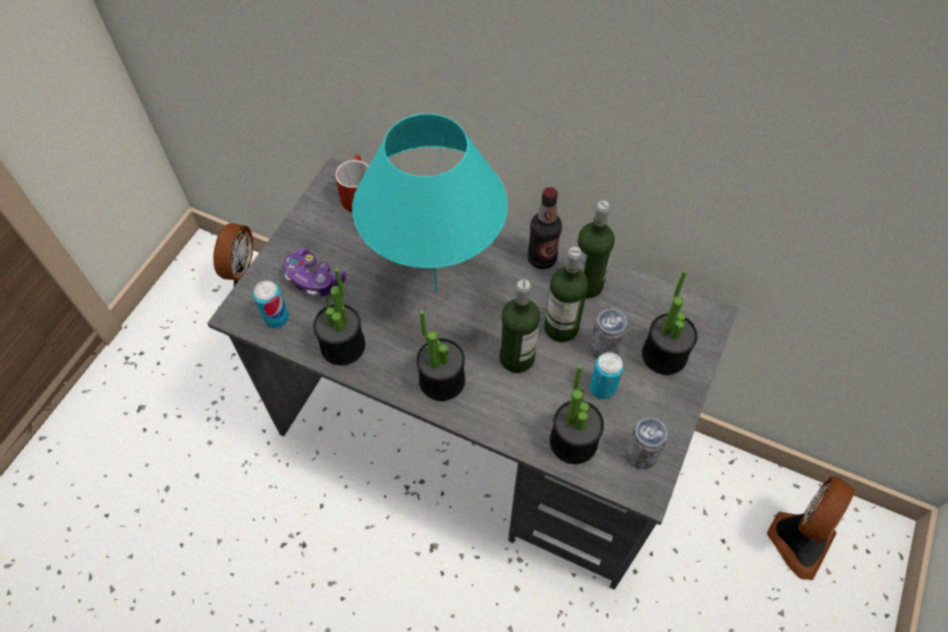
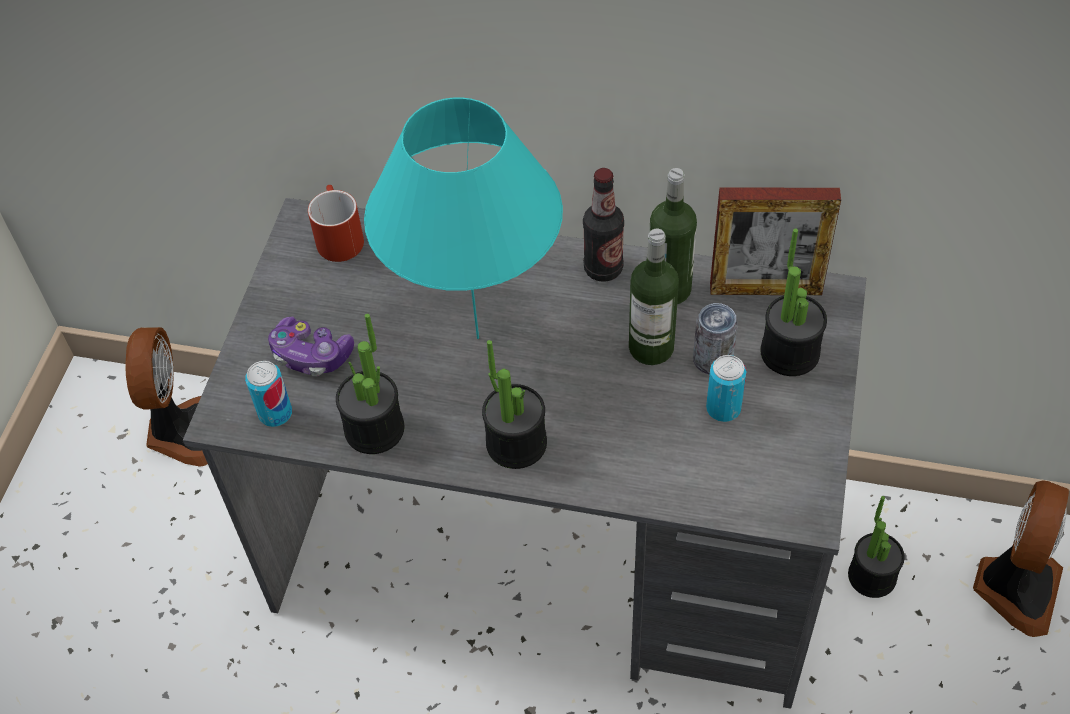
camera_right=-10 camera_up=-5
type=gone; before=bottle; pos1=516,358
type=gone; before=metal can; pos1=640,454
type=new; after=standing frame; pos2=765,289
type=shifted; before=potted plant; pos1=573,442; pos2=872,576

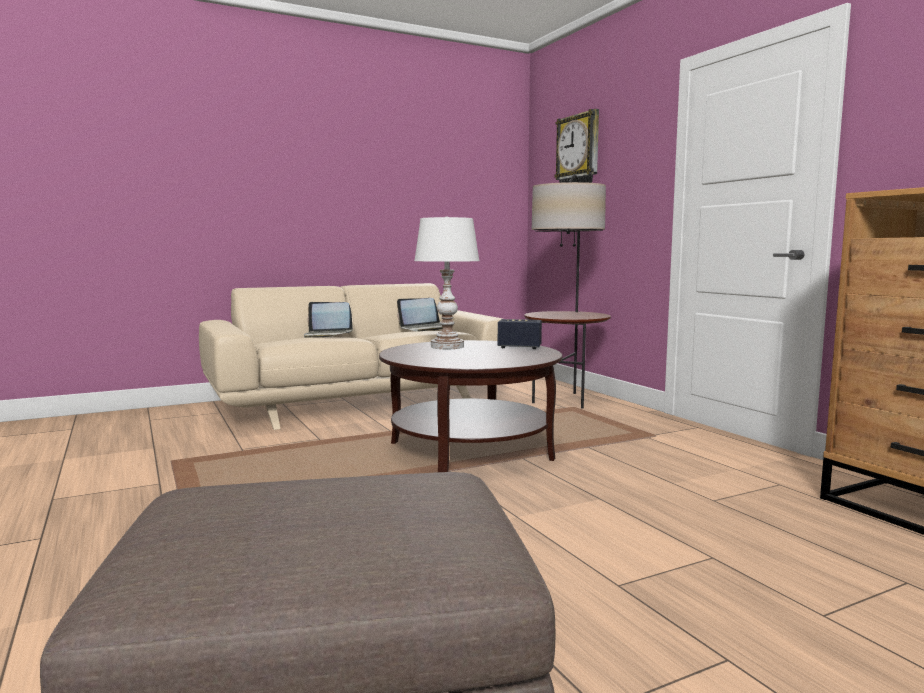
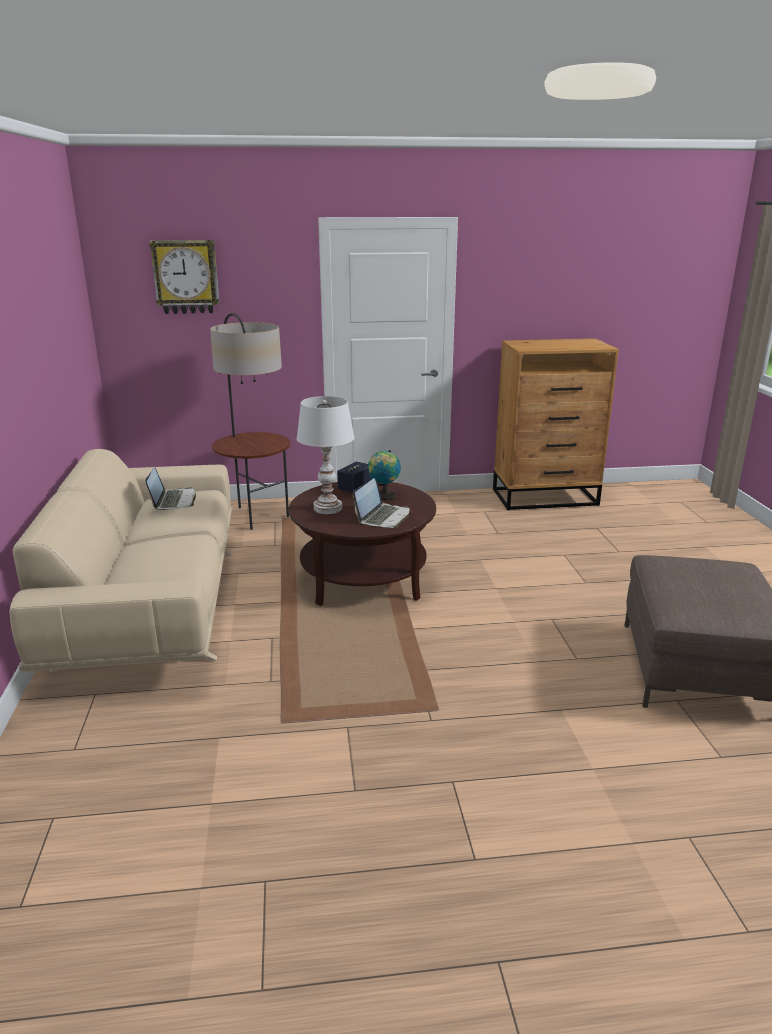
camera_right=-70 camera_up=15
type=new; after=desk globe; pos2=383,496
type=shifted; before=notebook computer; pos1=327,335; pos2=383,517

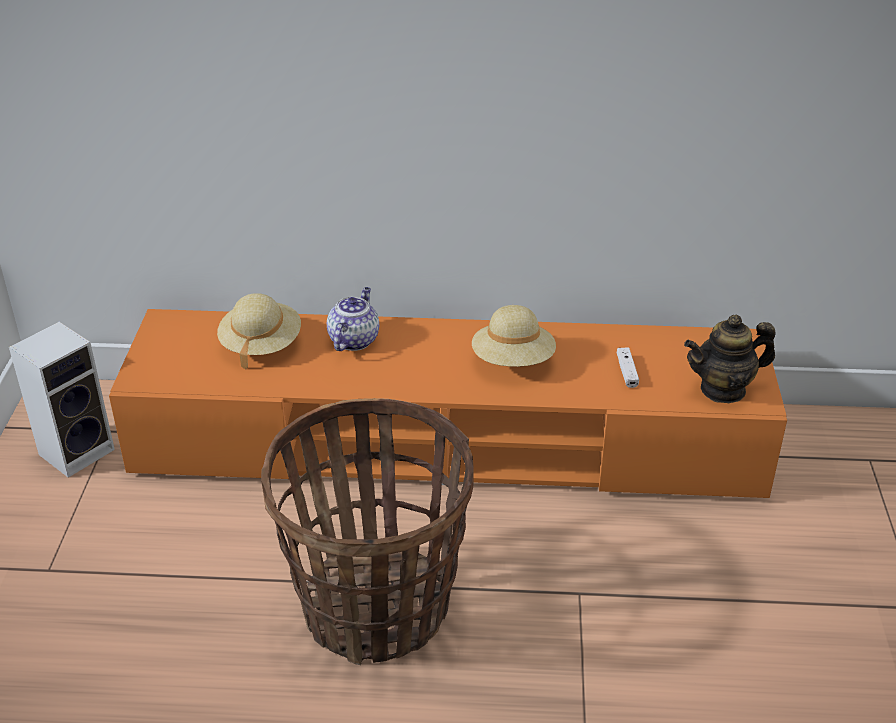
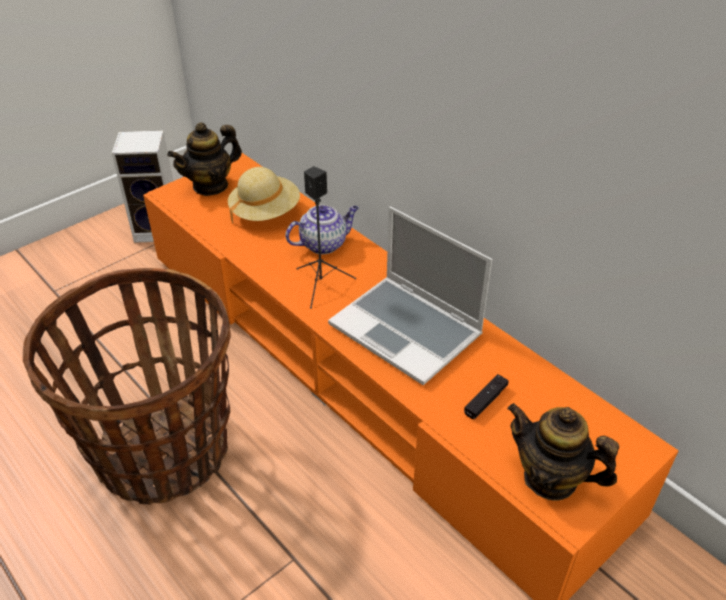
camera_right=45 camera_up=5
type=new; after=pot for tea; pos2=210,185
type=new; after=black-coloured audio speaker; pos2=321,284
type=swapped; before=sand-coloured hat; after=notebook computer; pos1=513,361; pos2=408,330
type=repainted; before=white gamepad; after=black-coloured gamepad; pos1=627,372; pos2=485,401

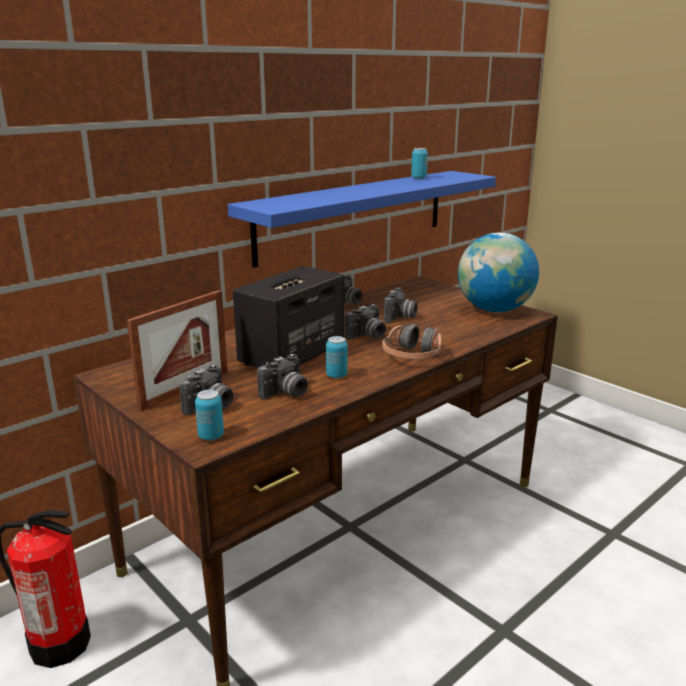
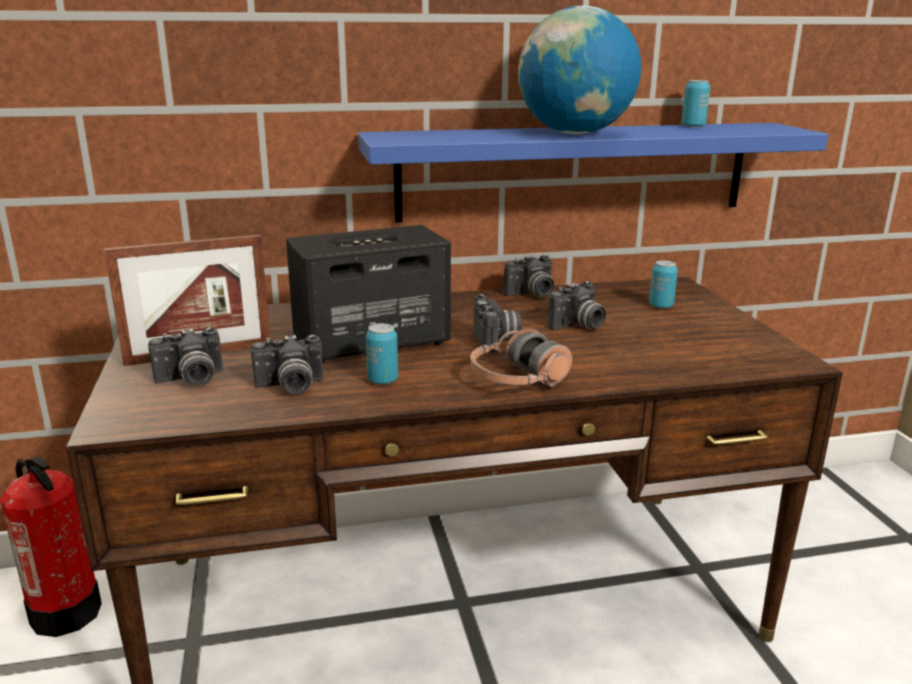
camera_right=30 camera_up=0
type=shifted; before=metal can; pos1=211,436; pos2=661,306
type=shifted; before=desk globe; pos1=494,310; pos2=574,133
type=rotated; before=still camera; pos1=367,336; pos2=497,340; turn=-90

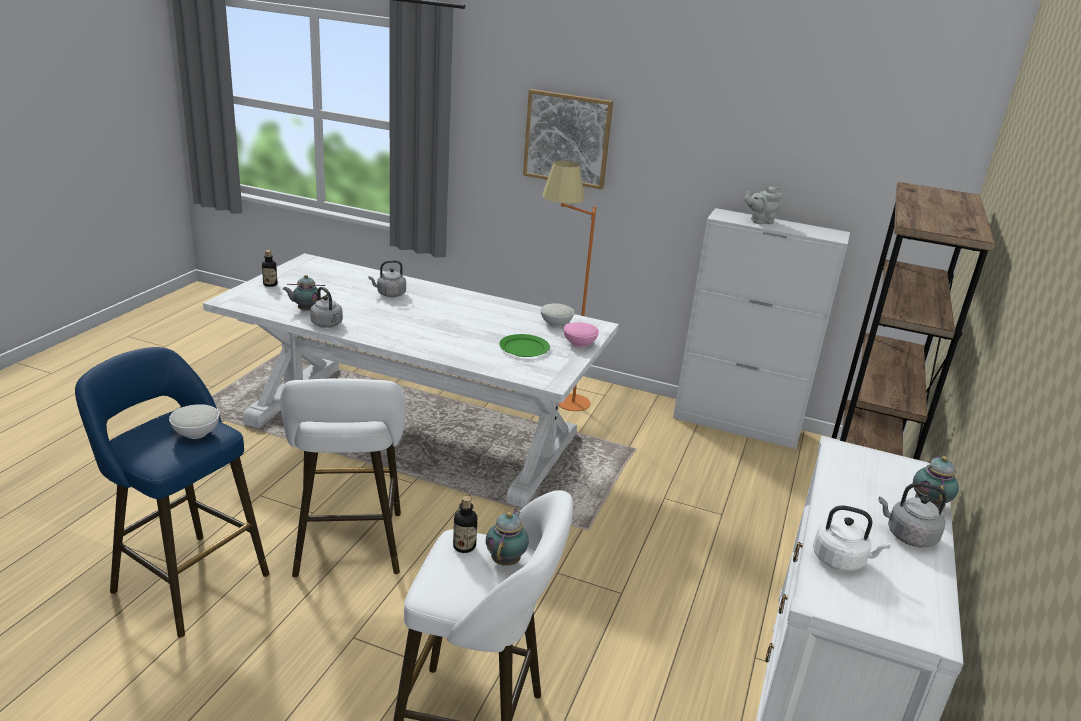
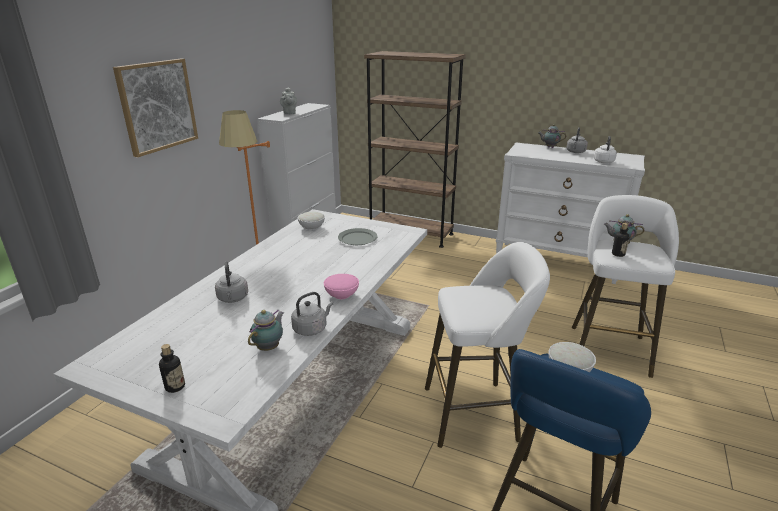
camera_right=-85 camera_up=0
type=shifted; before=pinkish bowl; pos1=580,343; pos2=342,295
type=repainted; before=green flat dish; after=greyish flat dish; pos1=524,348; pos2=357,238
type=rotated; before=pot for tea; pos1=306,310; pos2=269,347; turn=-150

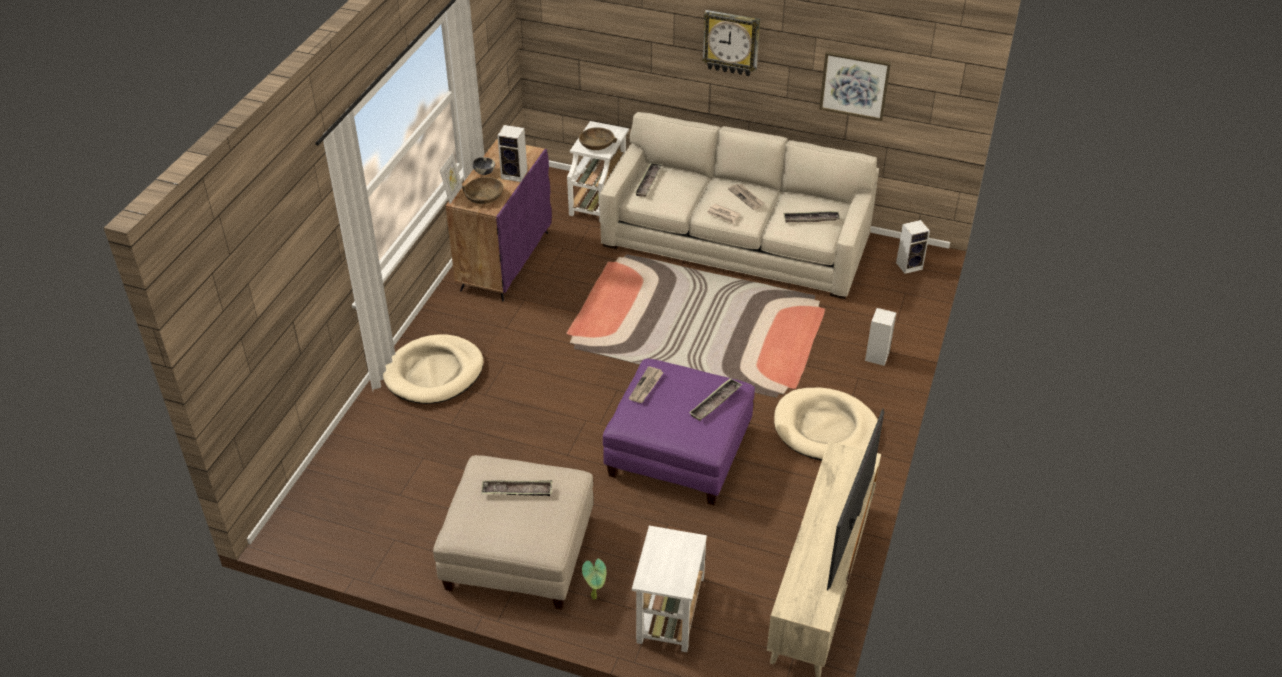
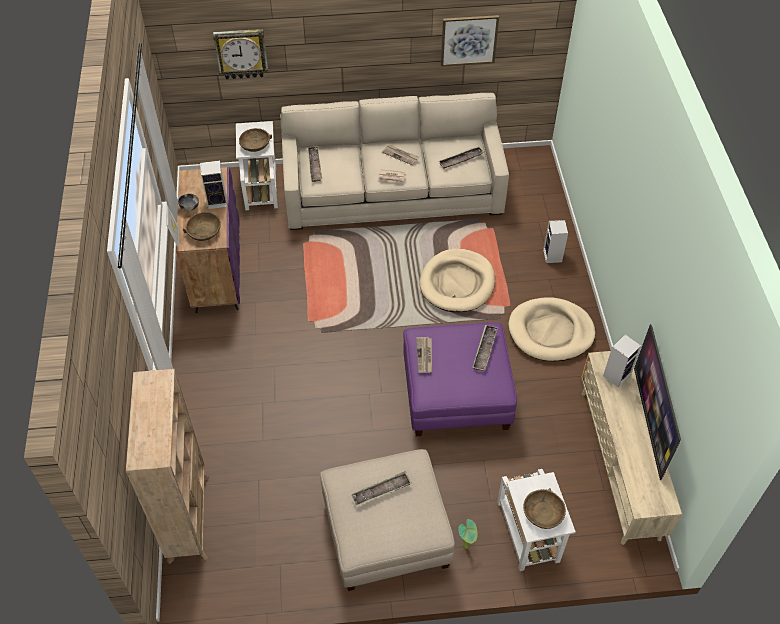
camera_right=-25 camera_up=10
type=new; after=sand-coloured shelving unit; pos2=189,517
type=new; after=brown bowl; pos2=543,512
type=shifted; before=sand-coloured pet bed; pos1=434,373; pos2=457,283
type=shifted; before=clock on the wall; pos1=731,42; pos2=241,53
type=shifted; before=audio speaker; pos1=909,265; pos2=617,374

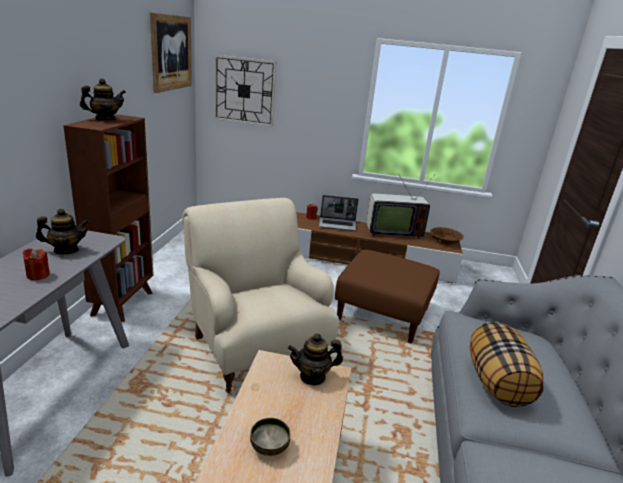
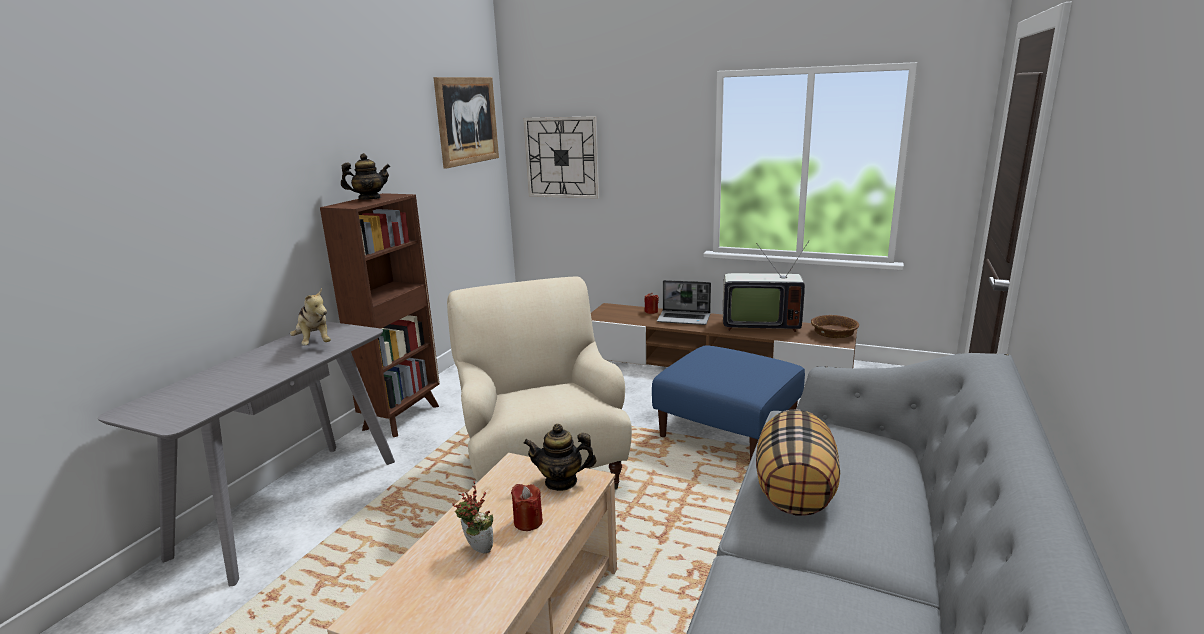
camera_right=15 camera_up=-5
type=shifted; before=red candle; pos1=38,275; pos2=528,522
type=swapped; before=pot for tea; after=cuddly toy; pos1=66,250; pos2=314,343
type=swapped; before=bowl; after=potted plant; pos1=270,447; pos2=476,550
type=repainted; before=brown pouffe; after=blue-coloured pouffe; pos1=384,314; pos2=728,431

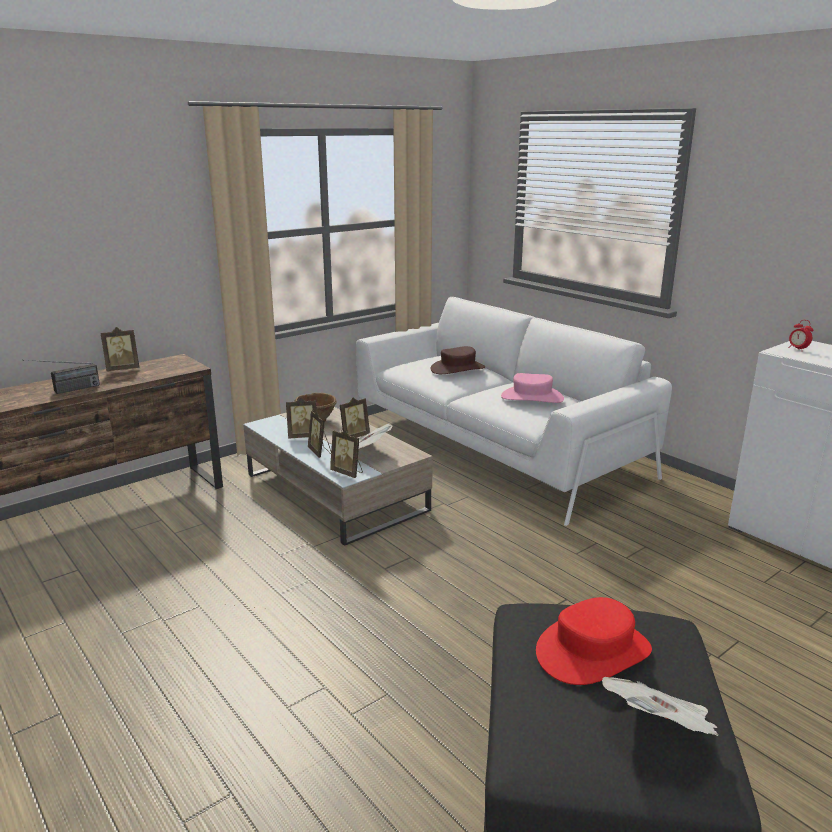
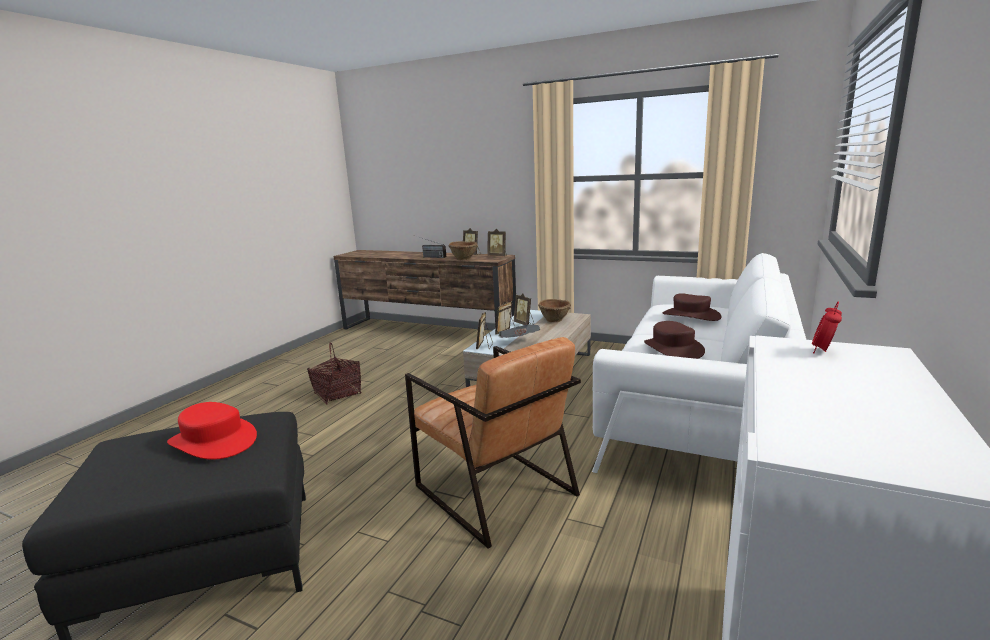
camera_right=65 camera_up=-5
type=gone; before=newspaper; pos1=660,728
type=new; after=storage basket; pos2=337,394
type=new; after=brown easy chair; pos2=495,490
type=new; after=brown bowl; pos2=464,259
type=shifted; before=standing frame; pos1=353,436; pos2=498,256
type=repainted; before=pinkish hat; after=brown hat; pos1=532,397; pos2=672,349

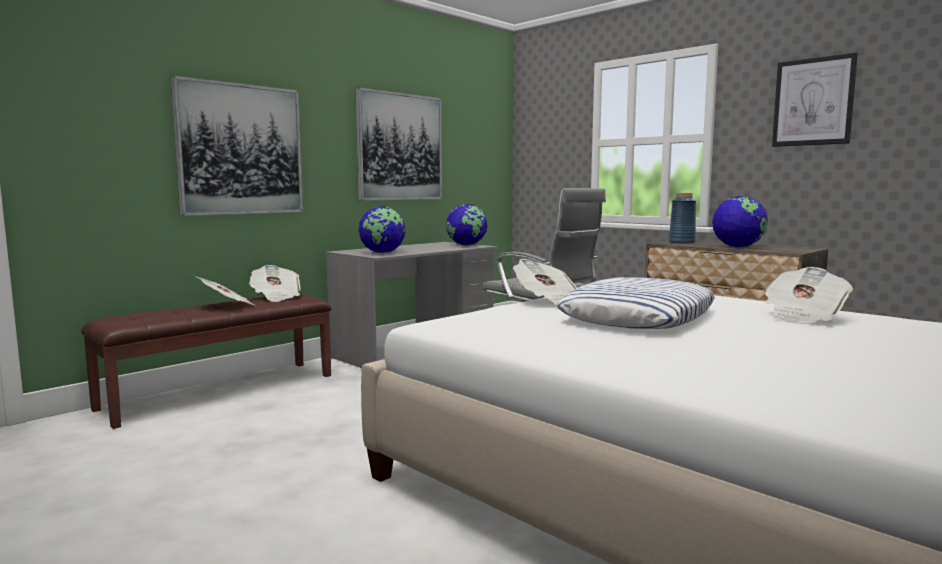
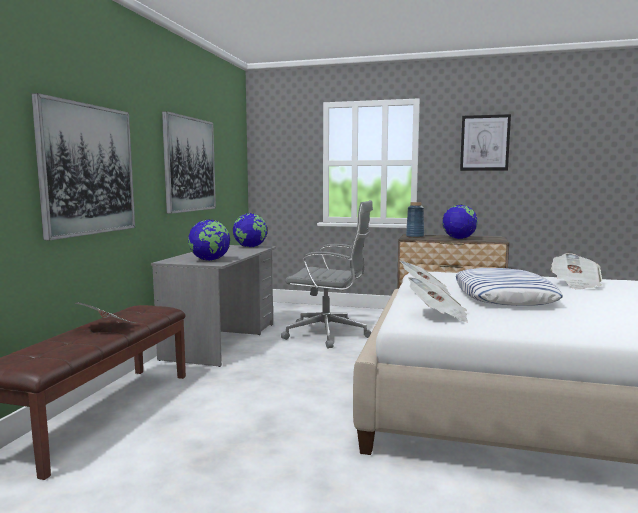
camera_right=-30 camera_up=0
type=shifted; before=newspaper; pos1=276,297; pos2=438,316

